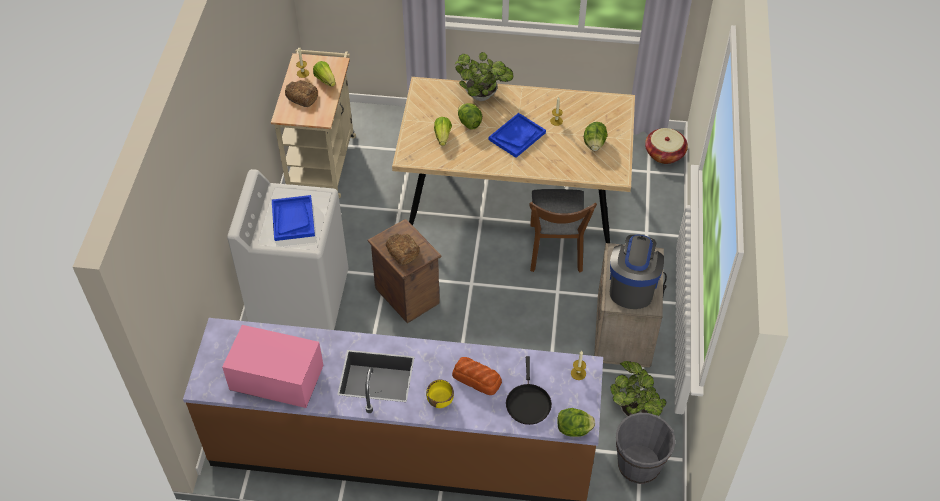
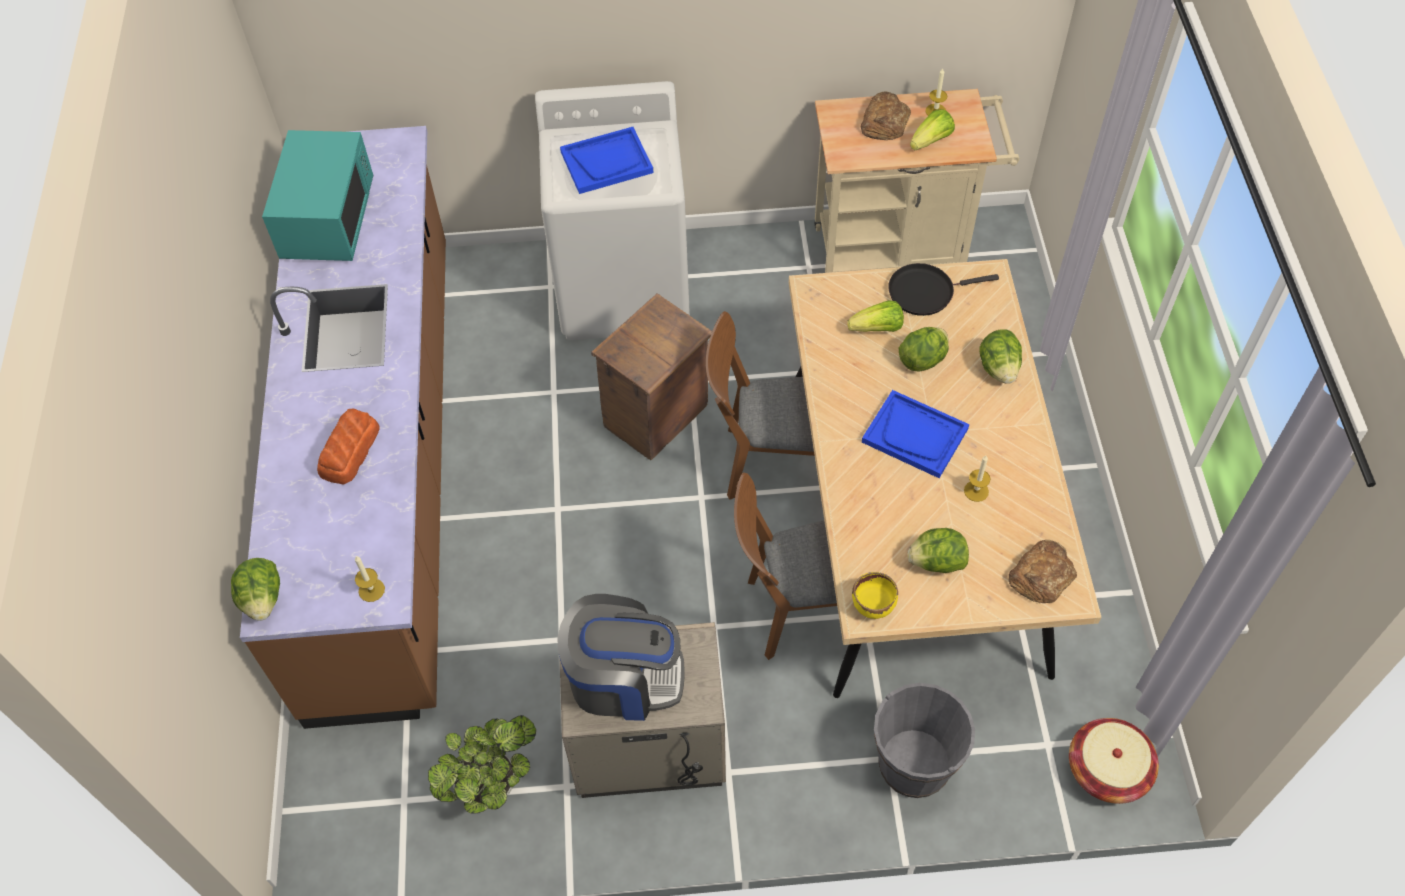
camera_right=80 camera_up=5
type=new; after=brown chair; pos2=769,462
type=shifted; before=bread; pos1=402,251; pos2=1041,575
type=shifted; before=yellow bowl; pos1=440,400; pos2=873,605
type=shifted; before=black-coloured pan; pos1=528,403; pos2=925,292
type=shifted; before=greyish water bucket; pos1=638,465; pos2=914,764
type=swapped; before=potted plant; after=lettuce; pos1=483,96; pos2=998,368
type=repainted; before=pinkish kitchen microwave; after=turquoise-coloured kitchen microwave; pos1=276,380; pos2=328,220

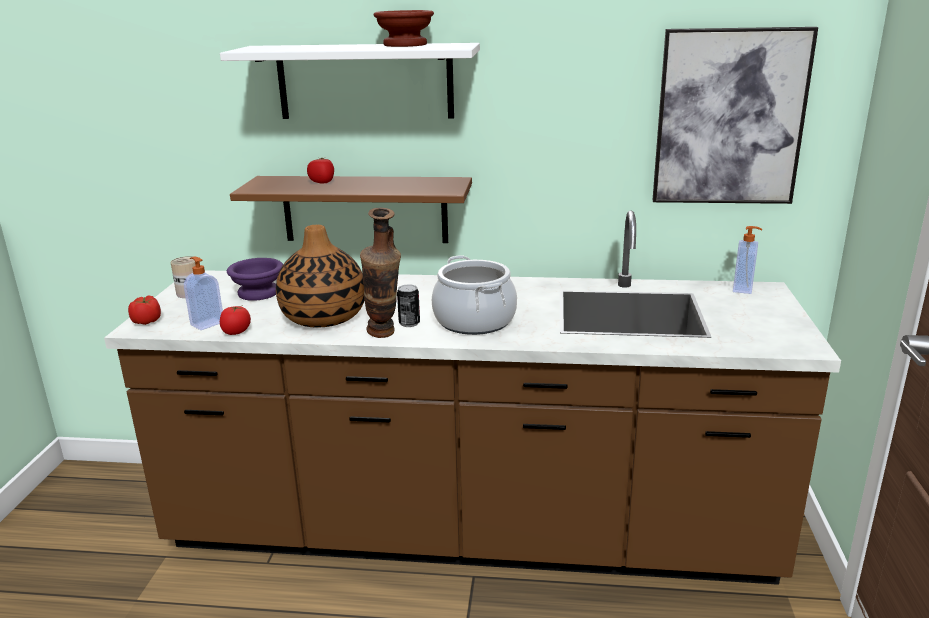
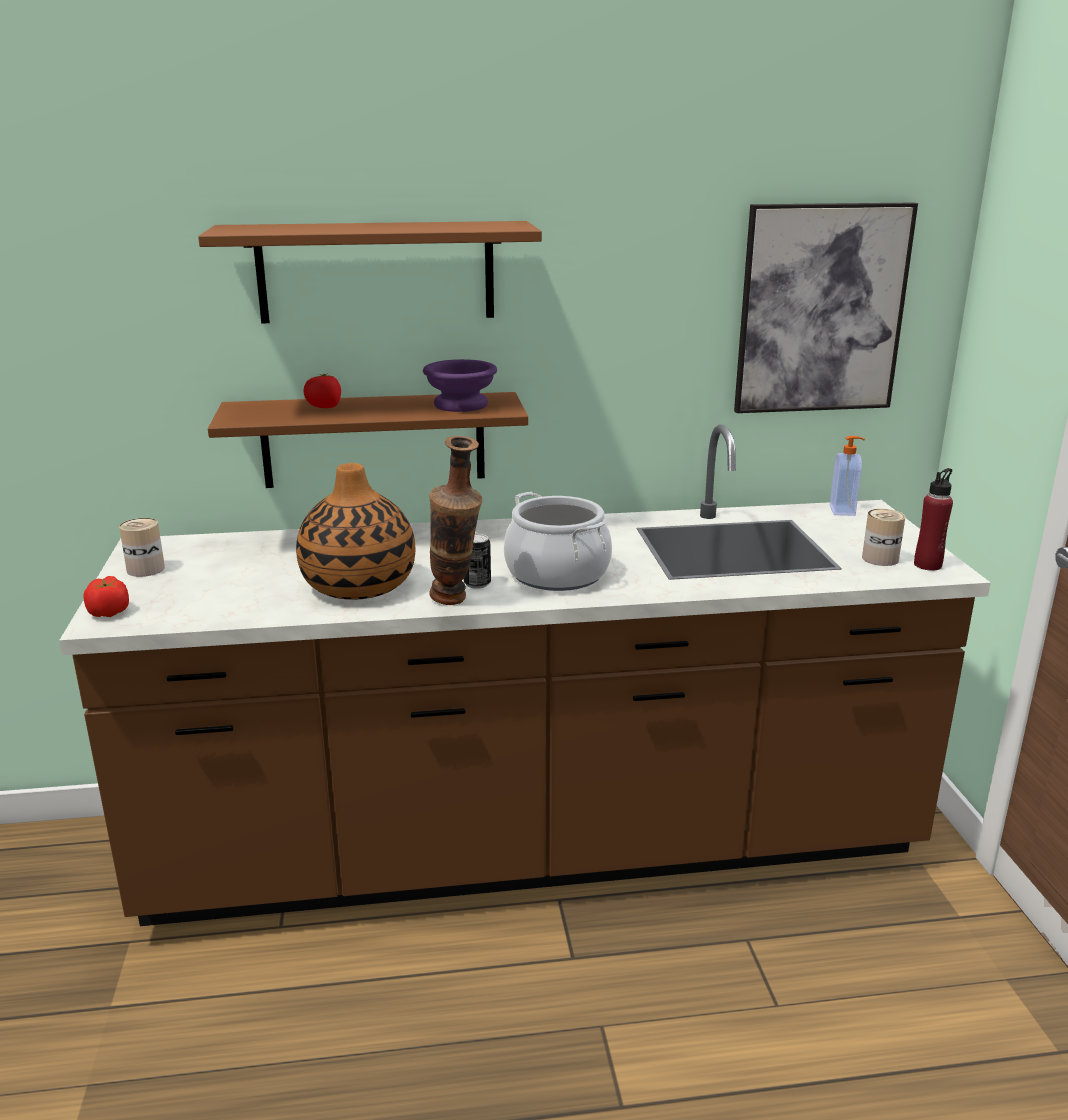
camera_right=-15 camera_up=0
type=gone; before=soap dispenser; pos1=207,323
type=gone; before=fresh tomato; pos1=236,331
type=gone; before=brown bowl; pos1=406,45
type=new; after=metal can; pos2=880,558
type=new; after=red bottle; pos2=928,565
type=shifted; before=purplish bowl; pos1=259,293; pos2=463,405
type=repainted; before=white bracket shelf; after=brown bracket shelf; pos1=365,81; pos2=376,272

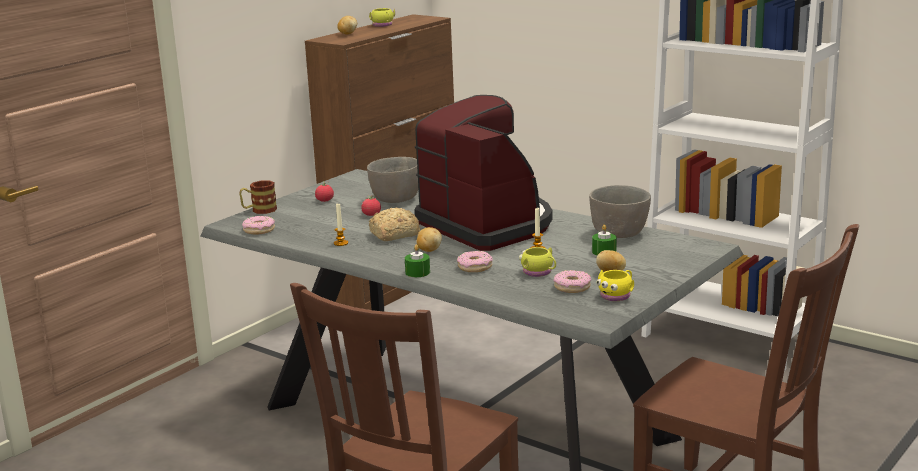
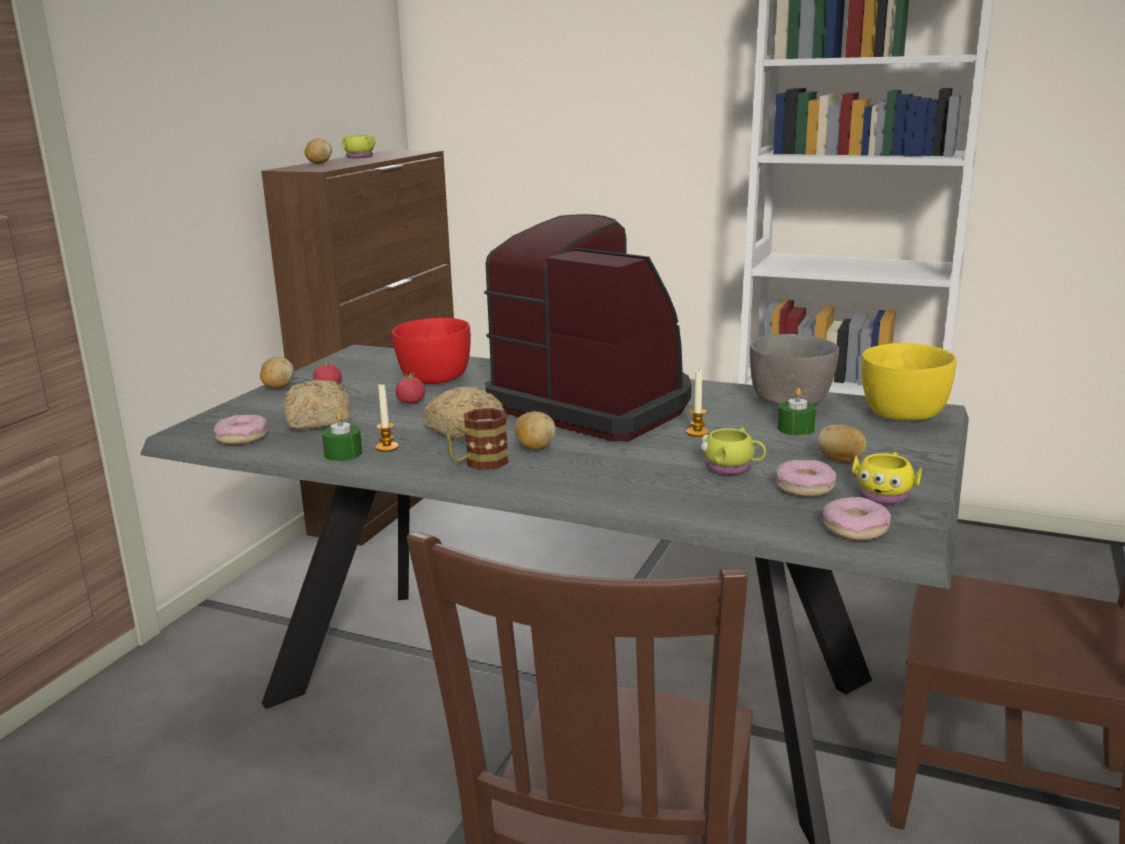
camera_right=-15 camera_up=0
type=new; after=whole potato; pos2=277,387
type=new; after=bread; pos2=318,421
type=new; after=yellow bowl; pos2=902,415
type=shifted; before=tea mug; pos1=259,210; pos2=478,463
type=shifted; before=green candle; pos1=417,272; pos2=343,454
type=shifted; before=doughnut; pos1=475,267; pos2=855,528
type=repainted; before=greyish bowl; after=red bowl; pos1=395,199; pos2=433,379

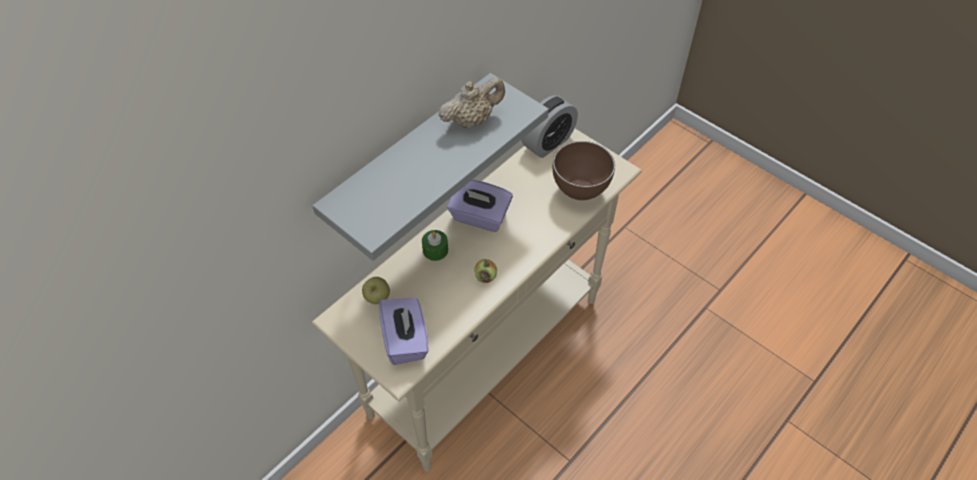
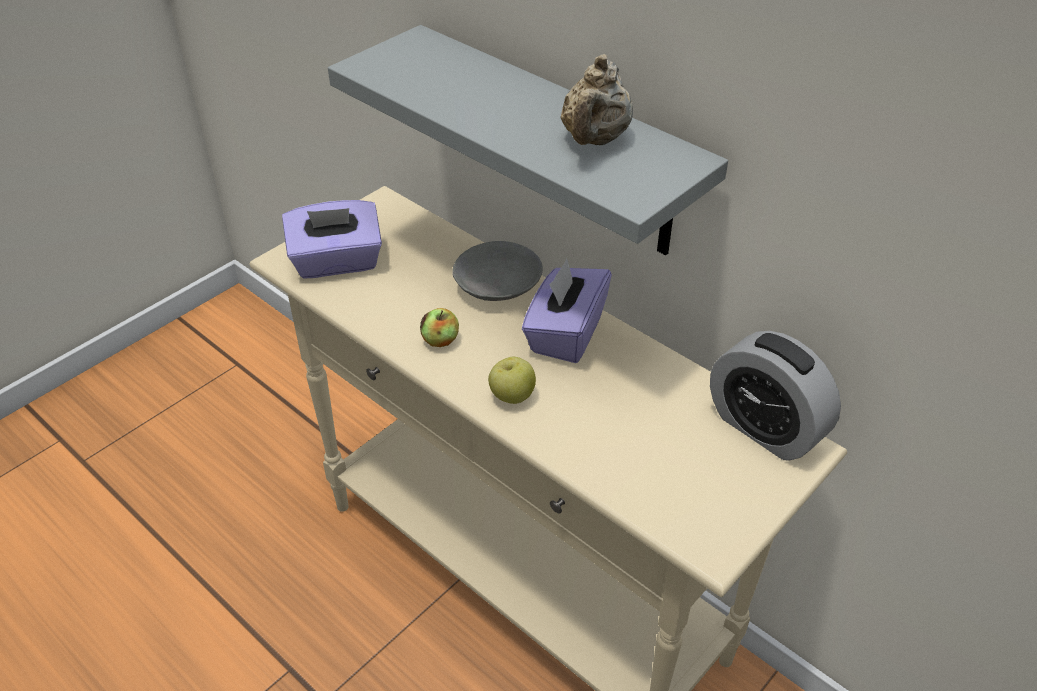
camera_right=90 camera_up=-10
type=gone; before=brown bowl; pos1=579,191
type=shifted; before=apple; pos1=377,298; pos2=512,396
type=swapped; before=green candle; after=greyish bowl; pos1=435,250; pos2=496,286
type=rotated; before=sand-coloured pot for tea; pos1=472,120; pos2=594,140; turn=45

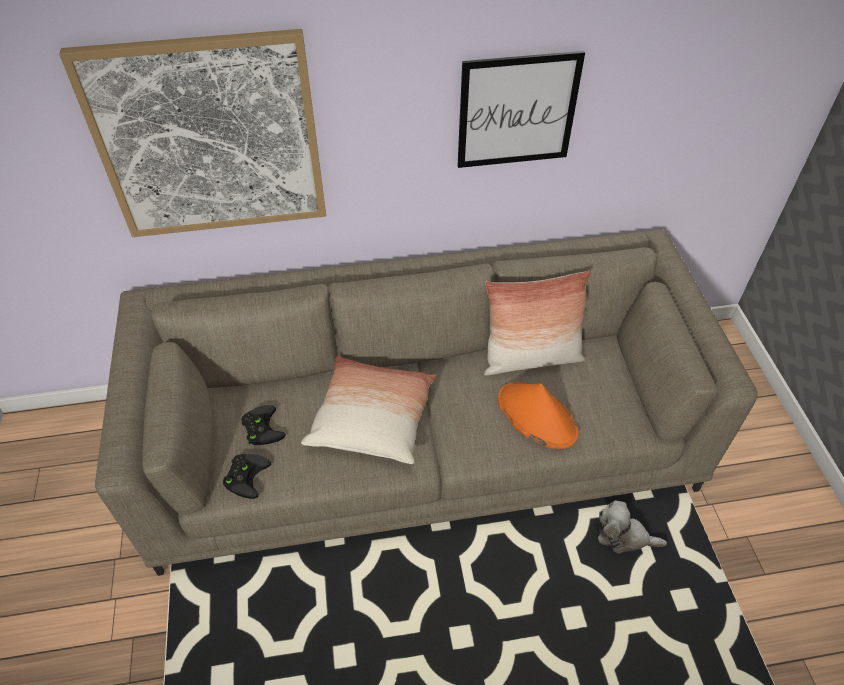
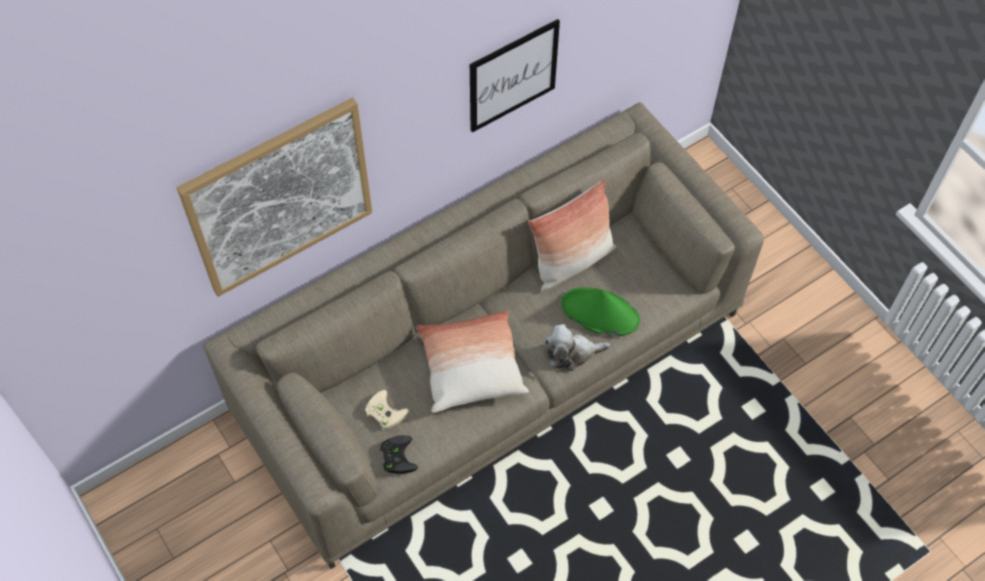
camera_right=-25 camera_up=10
type=shifted; before=cuddly toy; pos1=623,536; pos2=572,353
type=repainted; before=black-coloured gamepad; after=sand-coloured gamepad; pos1=261,427; pos2=383,412
type=repainted; before=orange-coloured hat; after=green hat; pos1=536,416; pos2=599,312

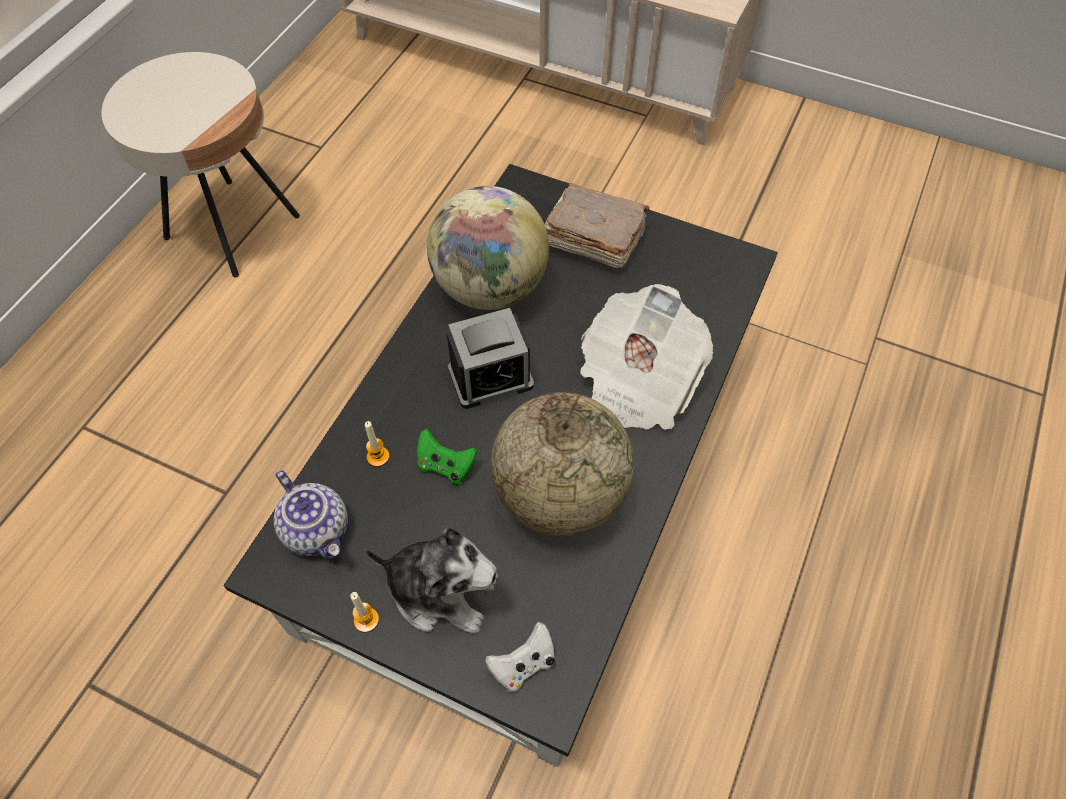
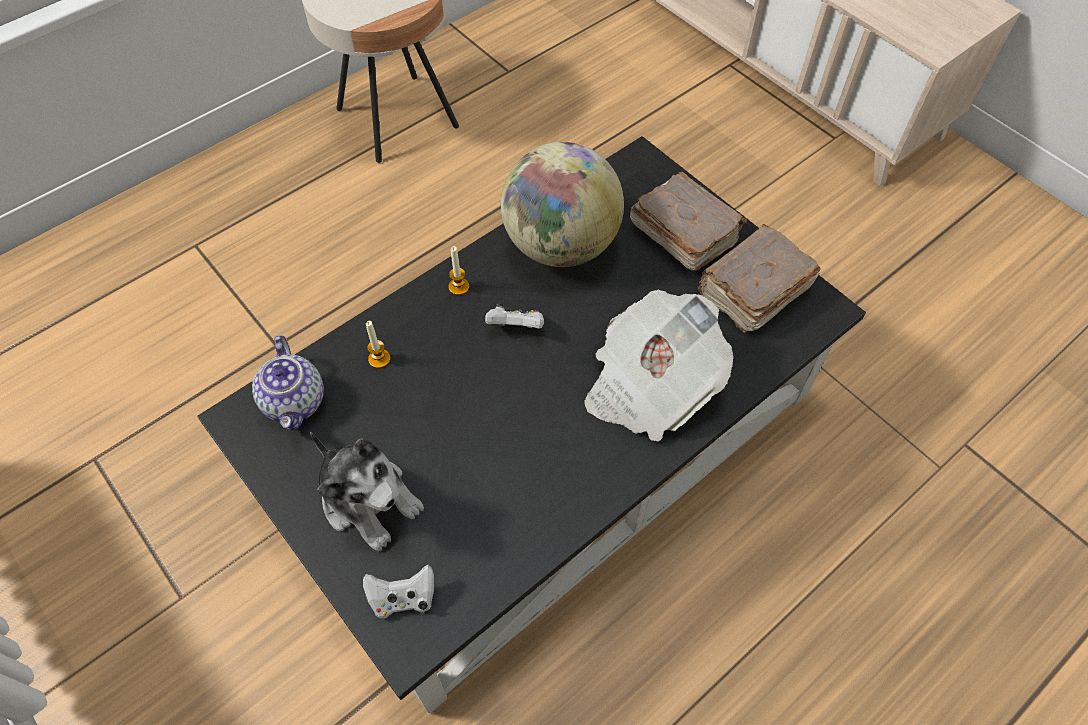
camera_right=25 camera_up=0
type=gone; before=green gamepad; pos1=445,466
type=gone; before=desk globe; pos1=560,495
type=new; after=brown bound book; pos2=752,291
type=shifted; before=candle; pos1=366,620; pos2=459,287
type=swapped; before=alarm clock; after=white gamepad; pos1=490,377; pos2=516,327

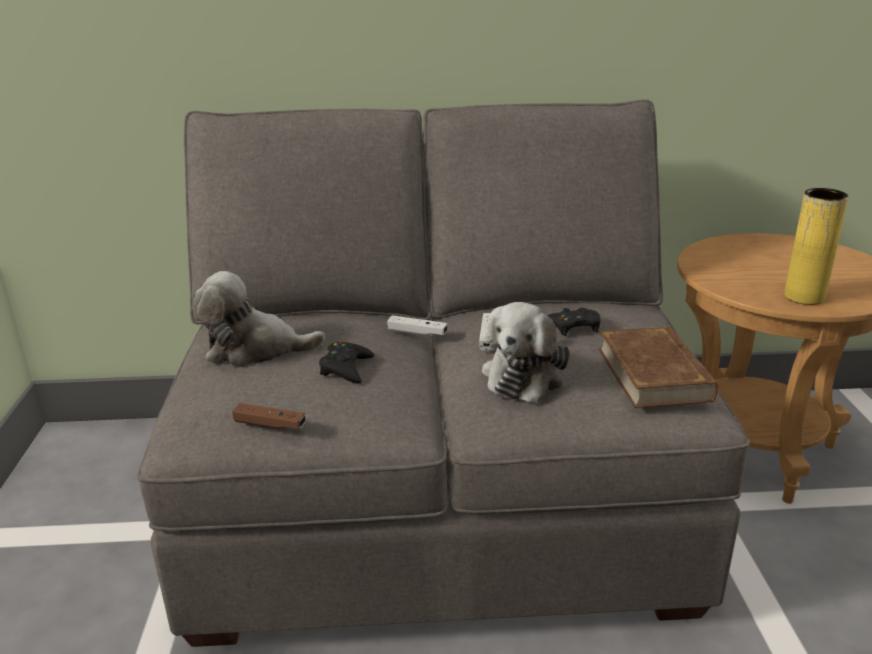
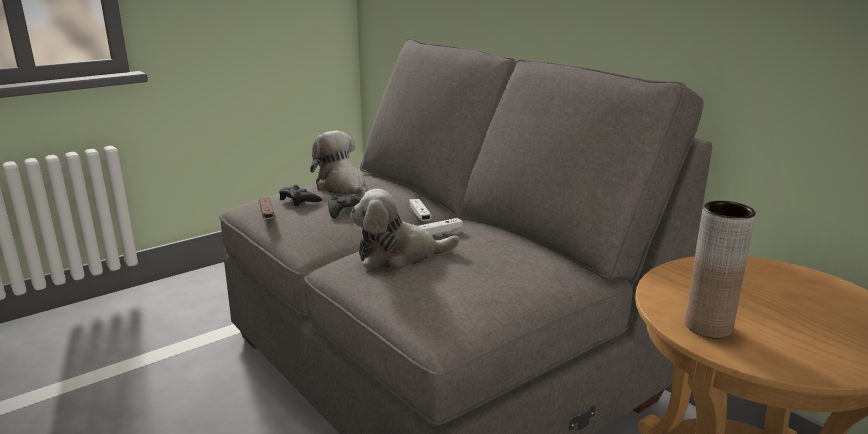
camera_right=55 camera_up=-5
type=gone; before=brown bound book; pos1=654,373
type=shifted; before=black-coloured gamepad; pos1=573,327; pos2=299,200
type=repainted; before=yellow vase; after=brown vase; pos1=804,297; pos2=708,327

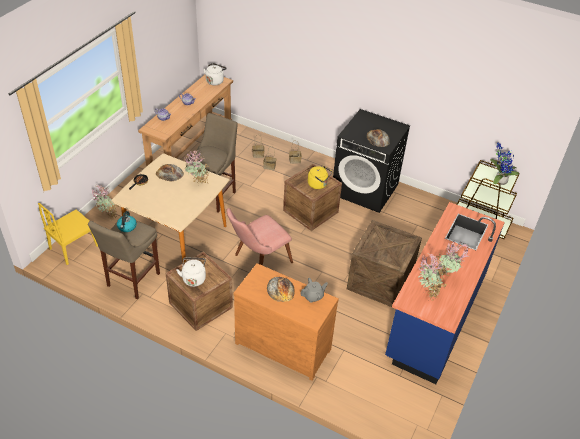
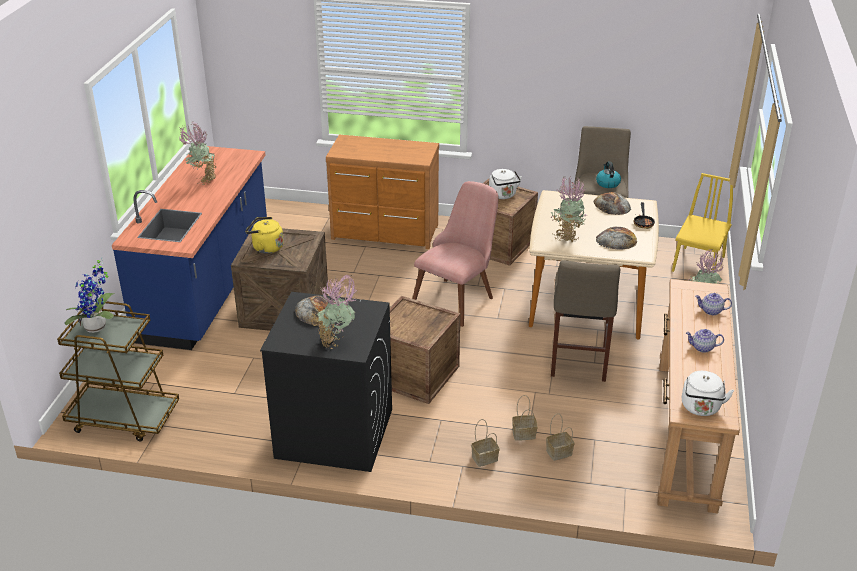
camera_right=165 camera_up=-10
type=gone; before=greyish pot for tea; pos1=313,296
type=shifted; before=bread; pos1=280,289; pos2=612,205
type=shifted; before=yellow water kettle; pos1=318,184; pos2=266,247
type=shifted; before=potted plant; pos1=426,293; pos2=337,342

